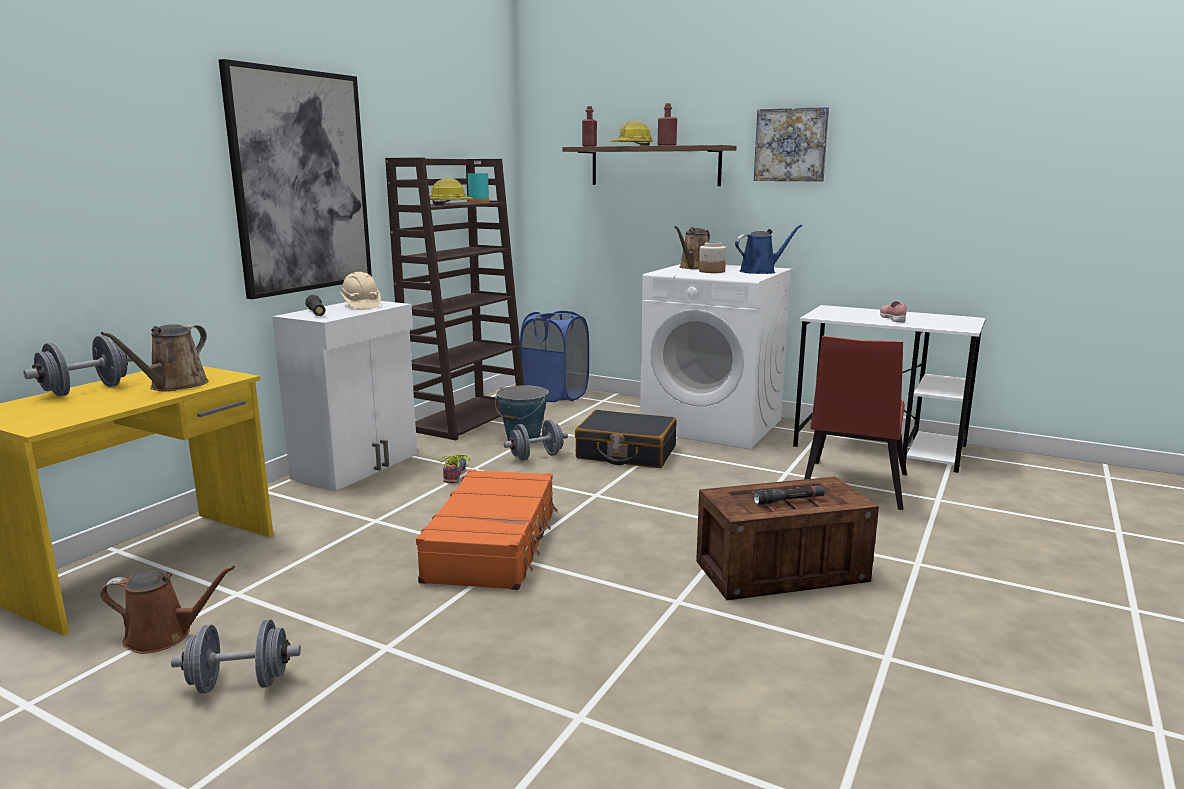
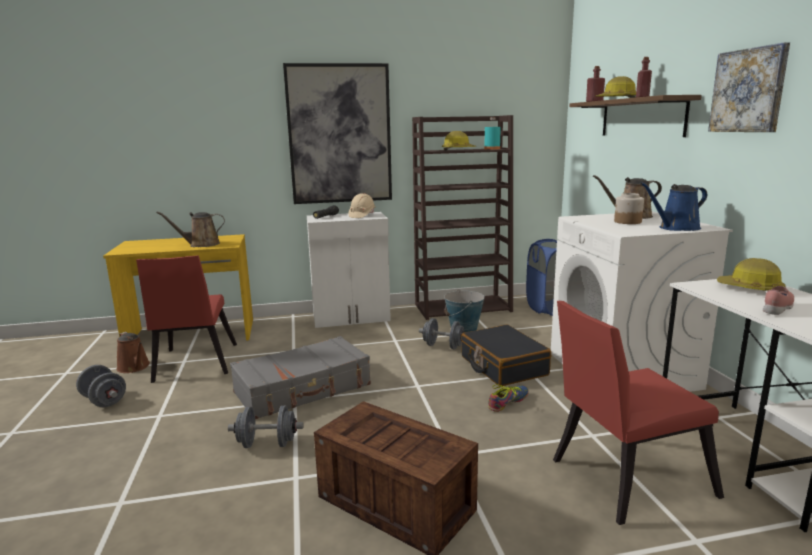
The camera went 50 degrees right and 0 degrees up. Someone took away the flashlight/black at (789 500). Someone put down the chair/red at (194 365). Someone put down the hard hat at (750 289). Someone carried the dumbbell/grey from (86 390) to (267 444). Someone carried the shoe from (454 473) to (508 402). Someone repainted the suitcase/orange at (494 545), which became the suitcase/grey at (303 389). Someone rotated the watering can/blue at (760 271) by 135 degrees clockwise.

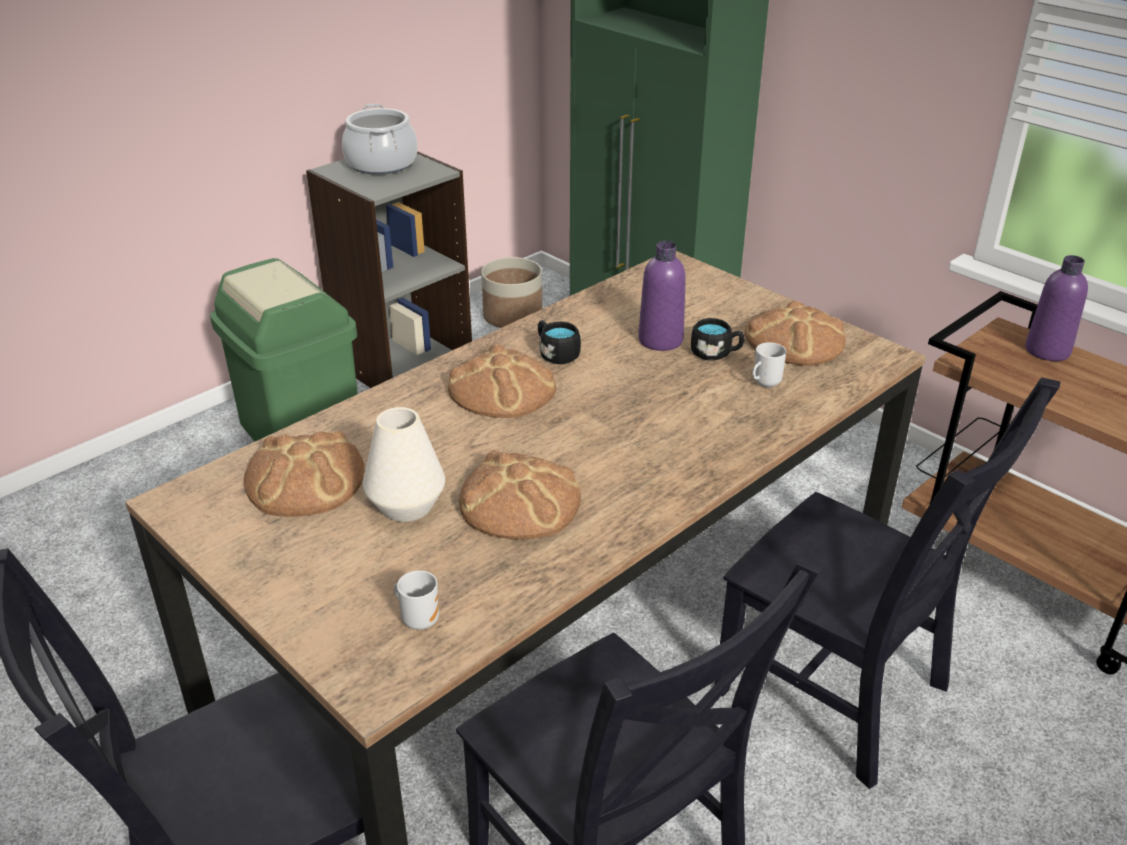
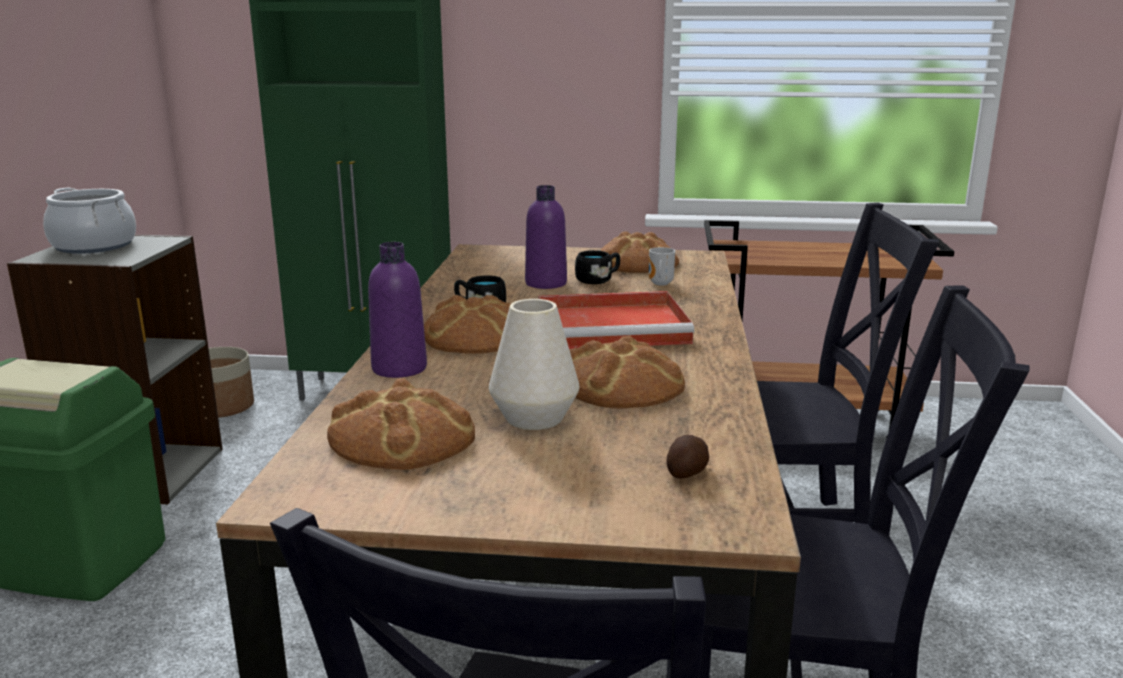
The camera went 40 degrees left and 15 degrees down. Someone put down the tray/red at (615 327). Someone carried the bottle/purple from (1047 351) to (399 368). Someone swapped the mug at (419 619) for the potato at (688 472).

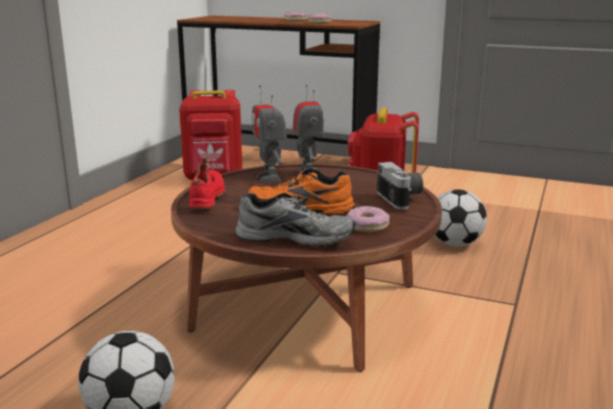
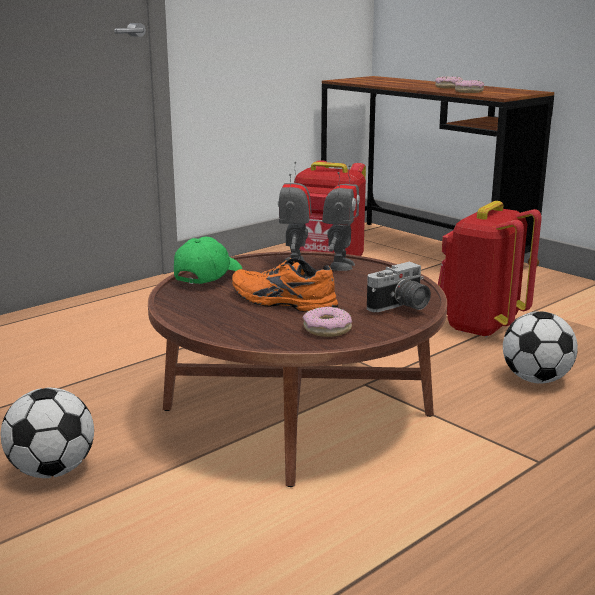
The camera went 25 degrees right and 0 degrees up. Someone took away the shoe/grey at (295 236). Someone swapped the shoe/red at (208 197) for the cap/green at (207 275). Someone rotated the photo camera at (402 199) by 45 degrees clockwise.

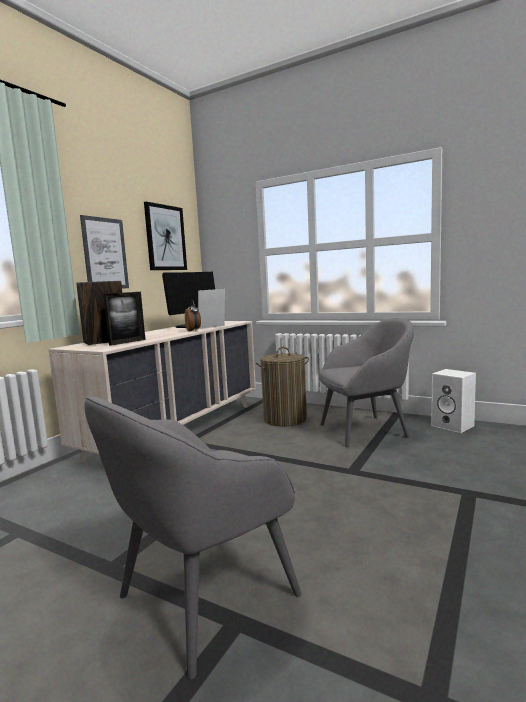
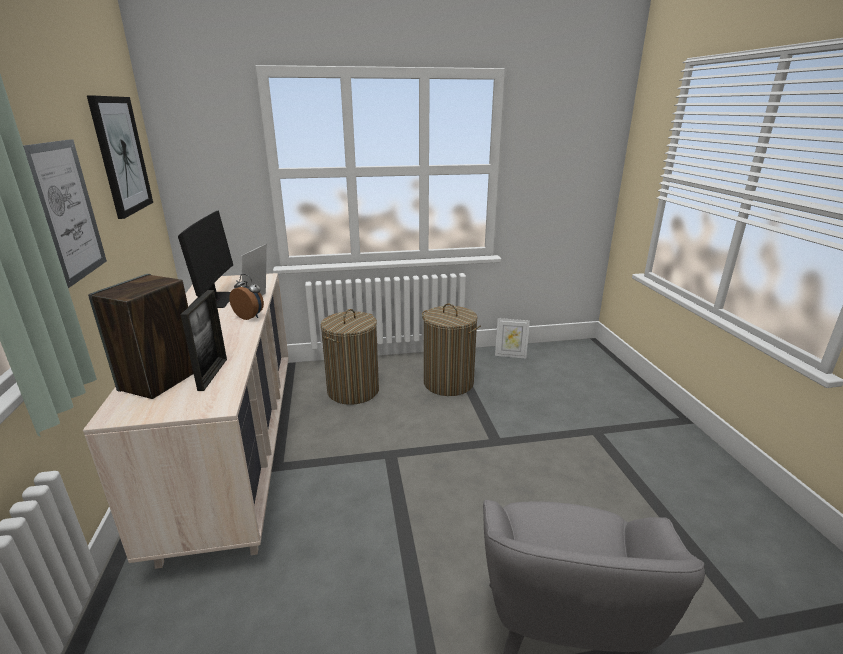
The camera went 40 degrees left and 15 degrees up. Someone swapped the armchair/grey at (365 430) for the laundry basket at (448 383). Someone swapped the speaker/white at (453 426) for the picture frame at (510 355).

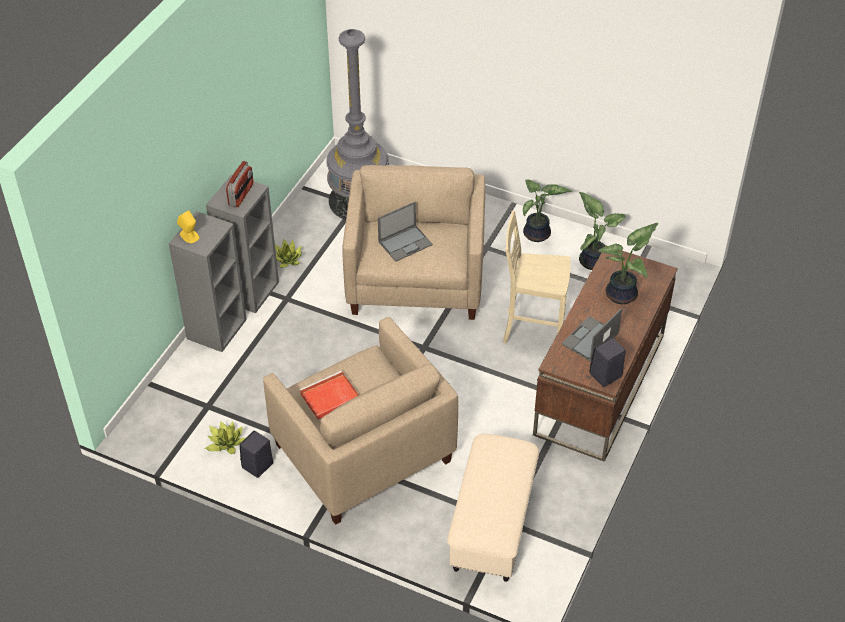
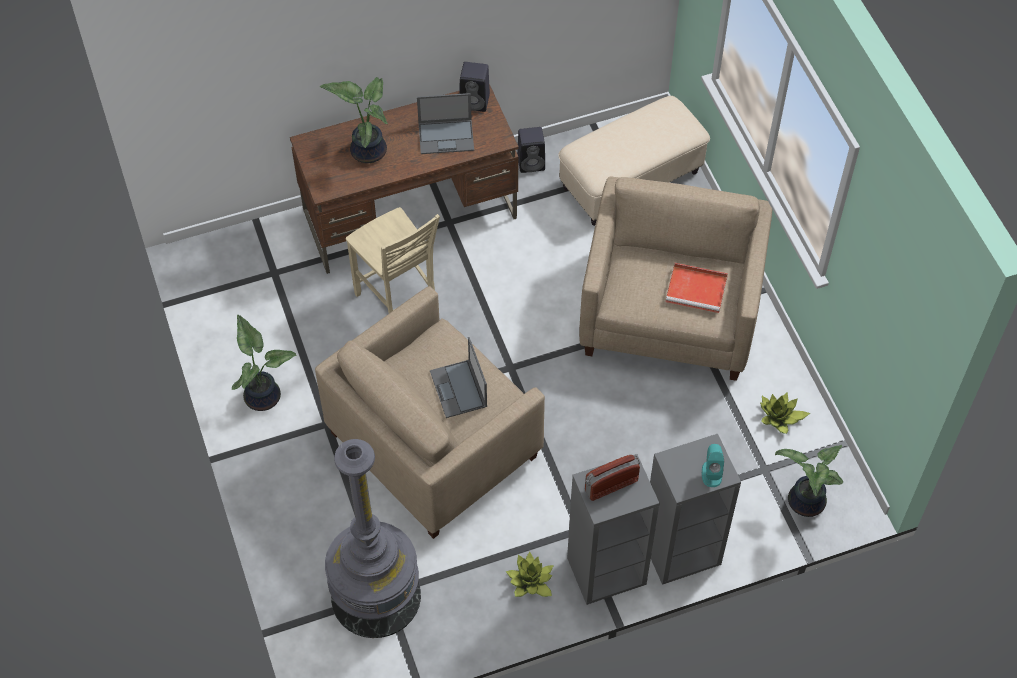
The camera went 135 degrees left and 10 degrees up. Someone carried the speaker/black from (257 466) to (532 162). Someone carried the potted plant from (593 260) to (804 503). Someone repainted the speaker/yellow at (189 236), which became the speaker/turquoise at (711 473). Someone rotated the laptop at (405 243) by 120 degrees counterclockwise.

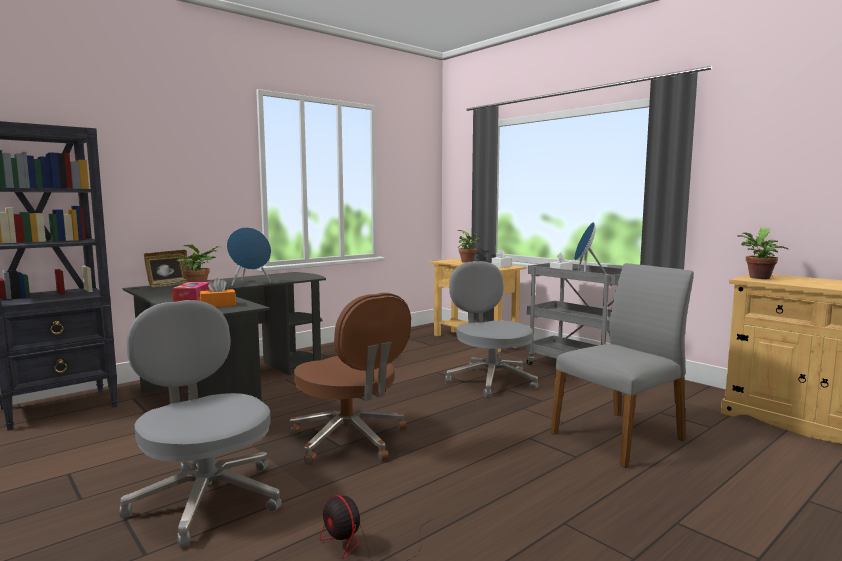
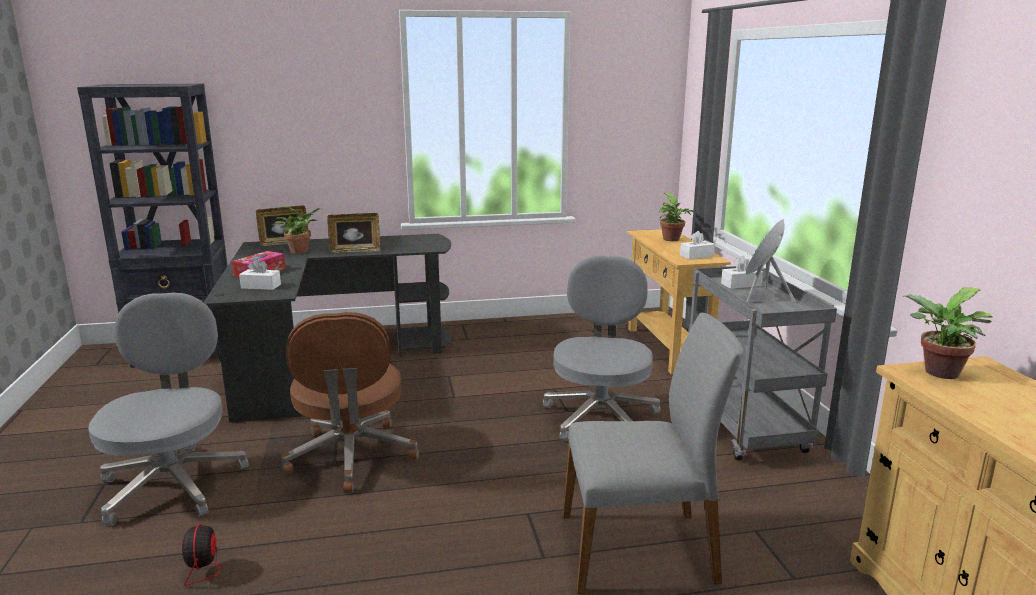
The camera went 30 degrees right and 10 degrees up. Someone swapped the speaker/blue at (250 283) for the picture frame at (355 251). Someone repainted the tissue box/orange at (218 305), which became the tissue box/white at (261 286).

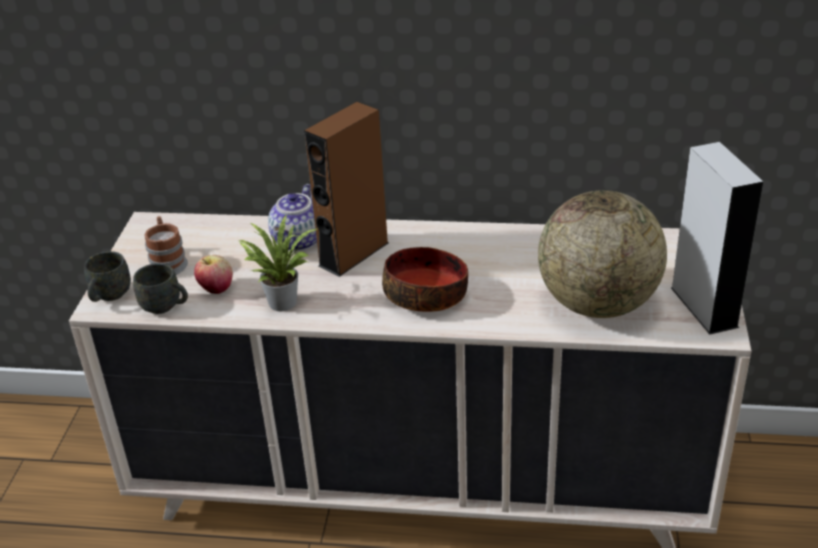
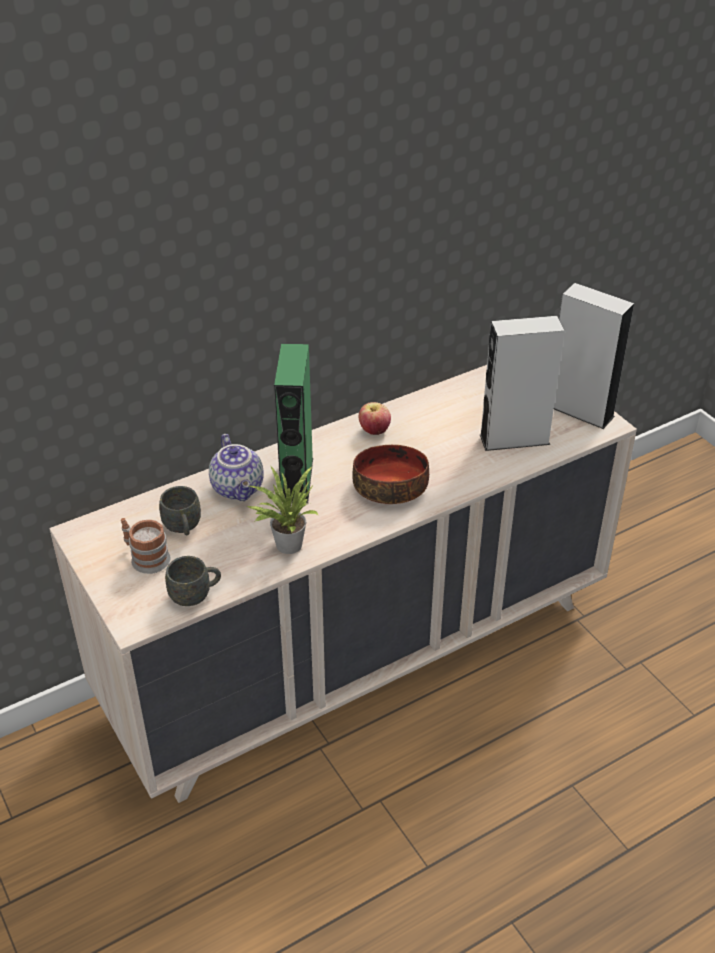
The camera went 40 degrees left and 5 degrees up. Someone carried the mug/grey from (108 297) to (183 528). Someone carried the apple from (216 289) to (374 431). Someone swapped the globe at (598 304) for the speaker/grey at (514 439). Someone repainted the speaker/brown at (353 254), which became the speaker/green at (297 479).

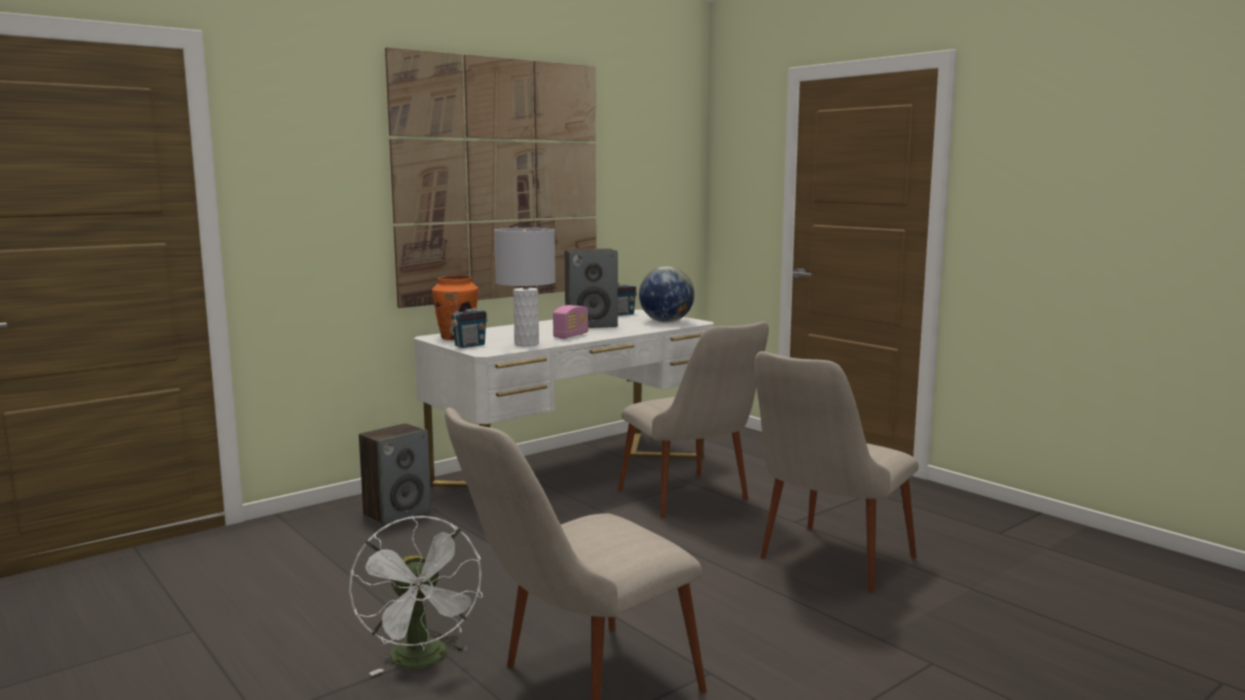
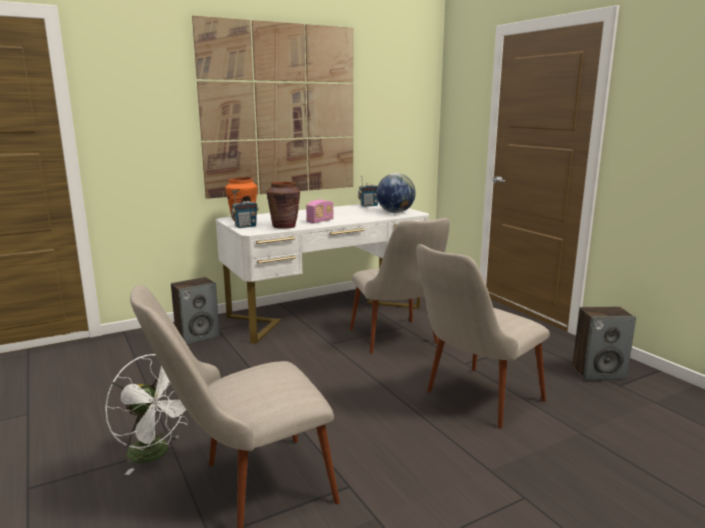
The camera went 10 degrees right and 5 degrees up. Someone carried the speaker from (591 325) to (598 373). Someone swapped the table lamp/grey at (526 344) for the vase/brown at (284 226). Someone rotated the fan/white at (423 661) by 45 degrees counterclockwise.

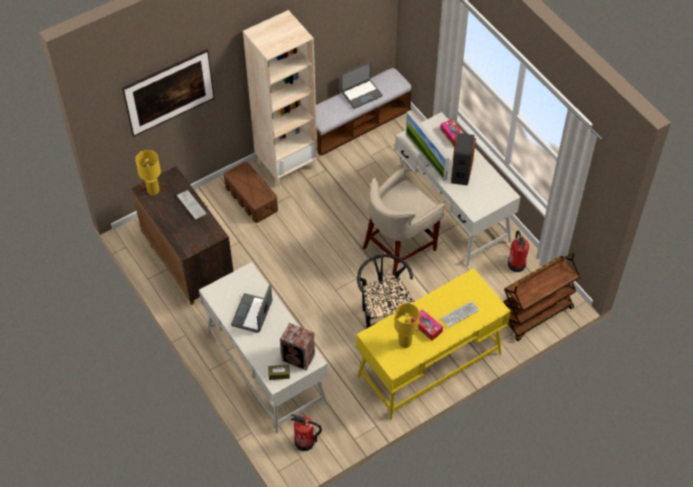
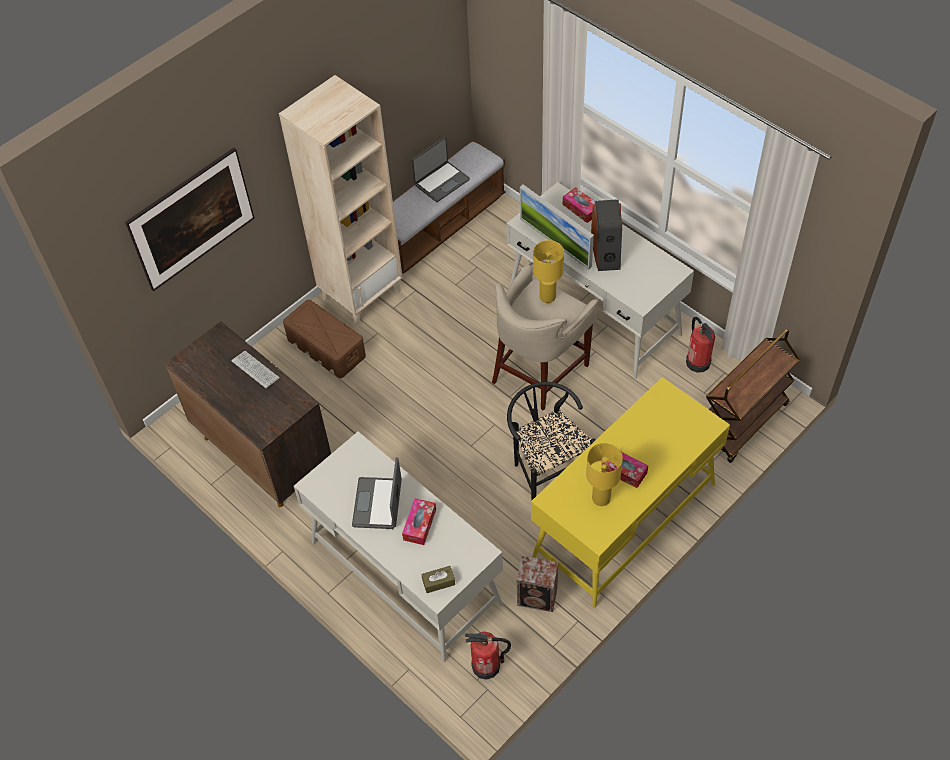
The camera went 10 degrees left and 0 degrees up. Someone took away the keyboard at (459 314). Someone put down the tissue box at (419 525). Someone carried the table lamp/yellow from (153 190) to (547 296). Someone carried the speaker from (299 358) to (538 597).

